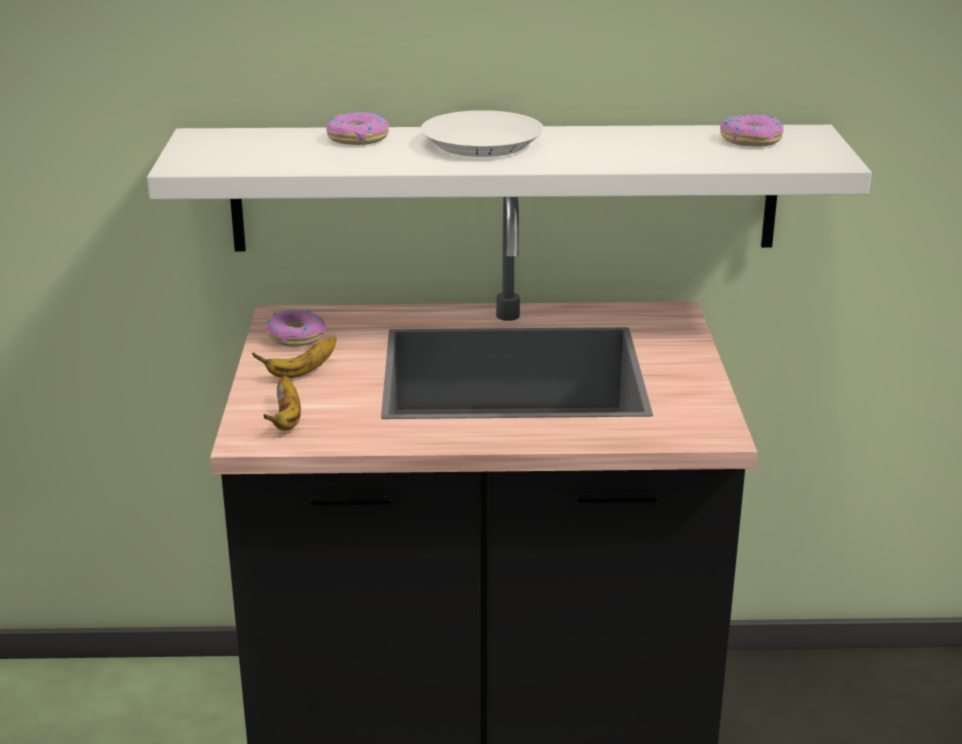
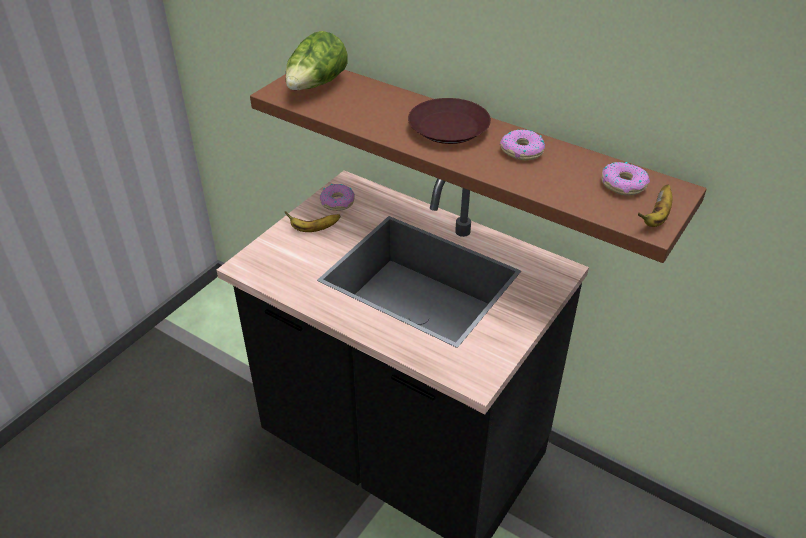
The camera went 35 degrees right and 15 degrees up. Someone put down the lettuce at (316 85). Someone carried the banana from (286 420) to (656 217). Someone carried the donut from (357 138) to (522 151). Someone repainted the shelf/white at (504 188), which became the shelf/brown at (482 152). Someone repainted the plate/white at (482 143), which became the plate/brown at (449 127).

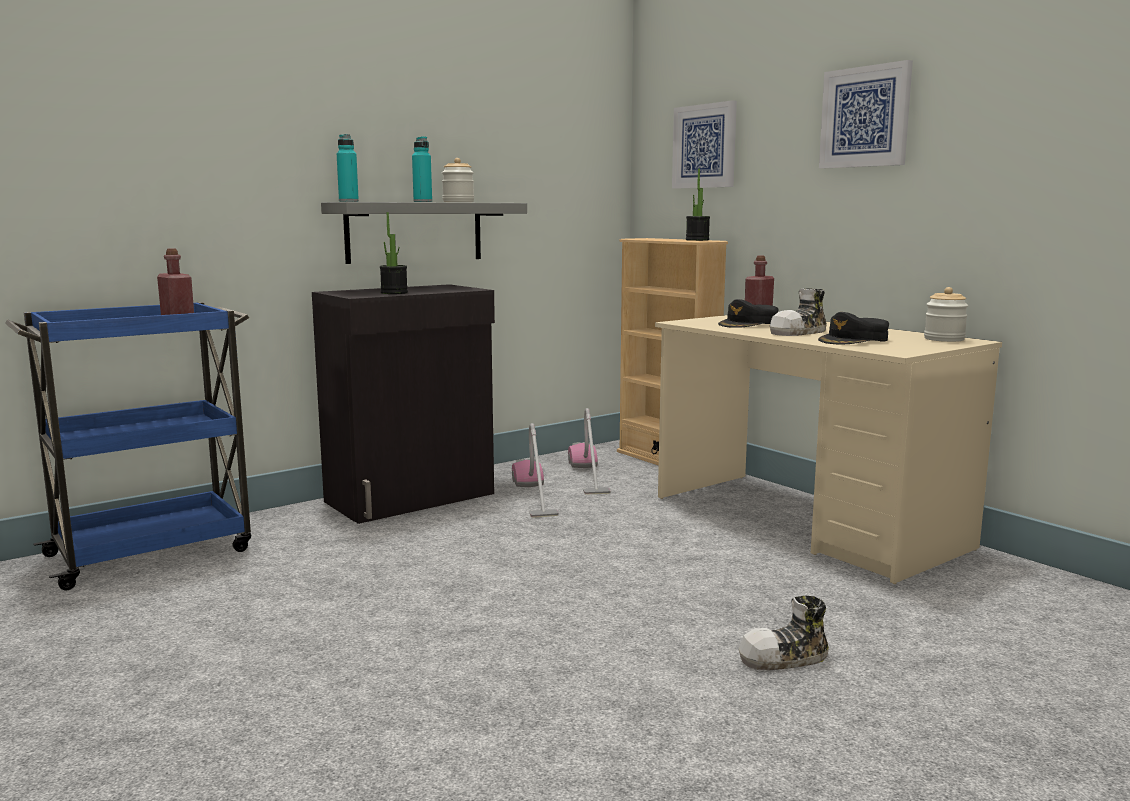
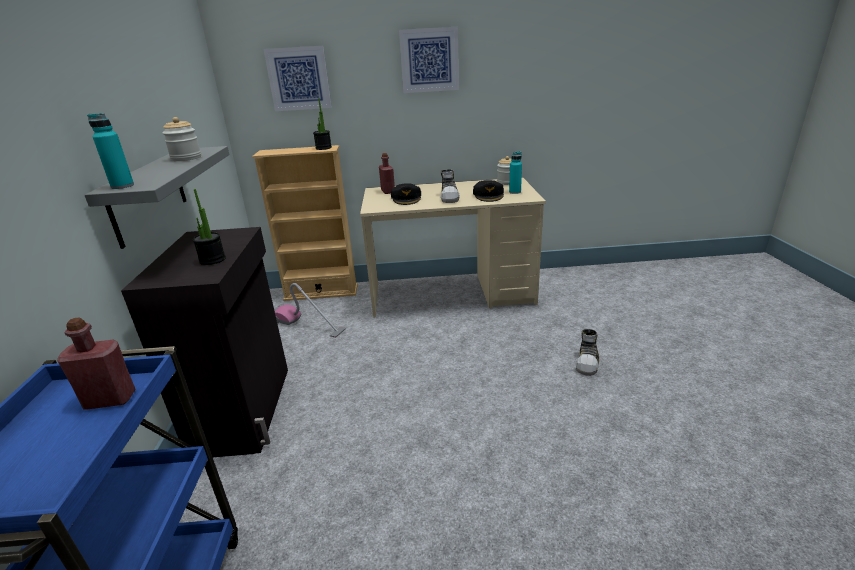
The camera went 55 degrees left and 15 degrees up. Someone took away the vacuum cleaner at (534 496). Someone carried the bottle/turquoise from (422 202) to (515 192).

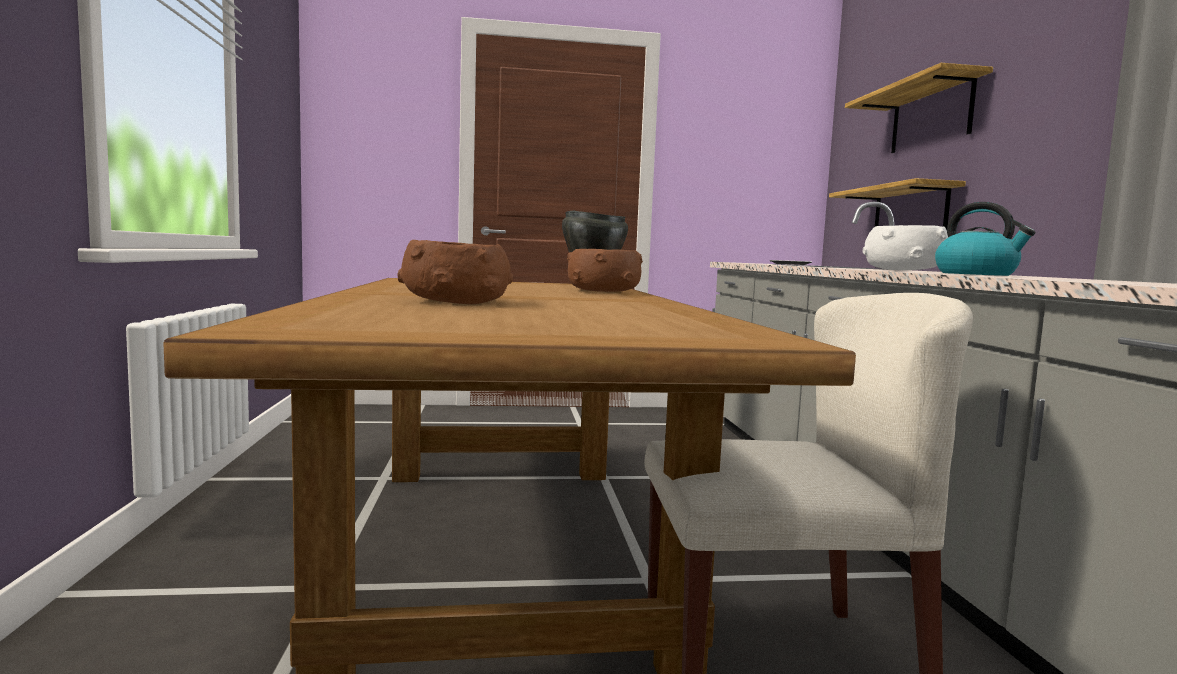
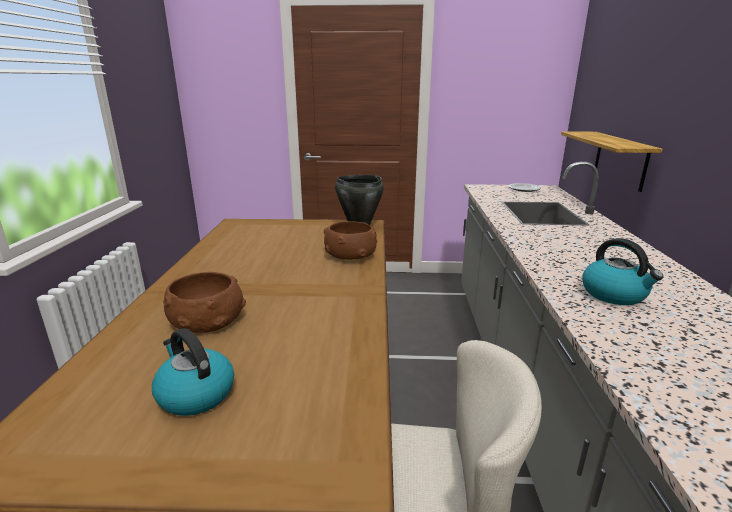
The camera went 10 degrees right and 15 degrees up. Someone took away the shelf at (931 116). Someone took away the bowl/white at (904 270). Someone put down the kettle at (195 394).

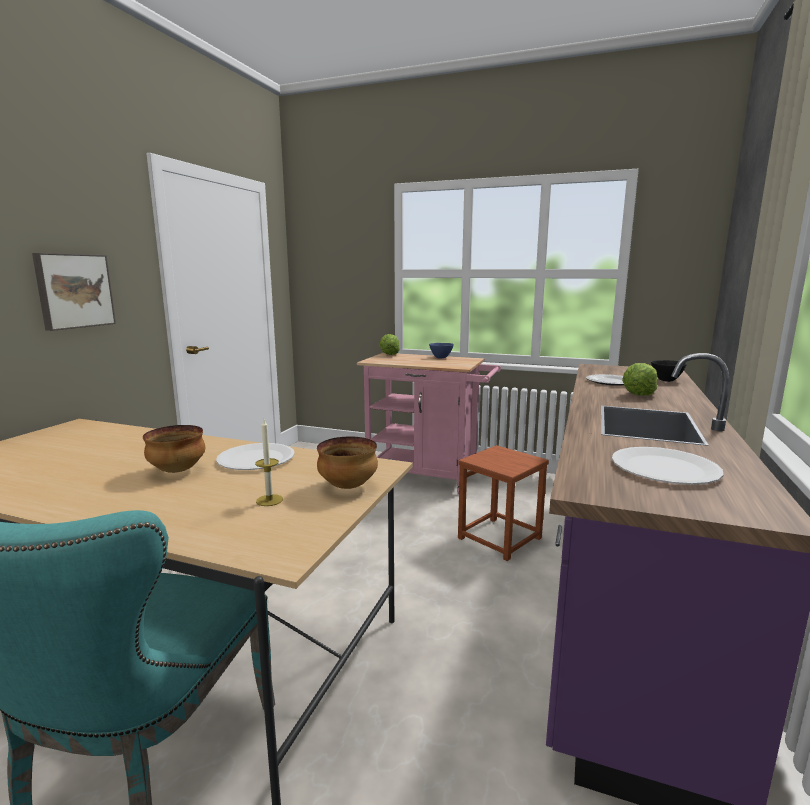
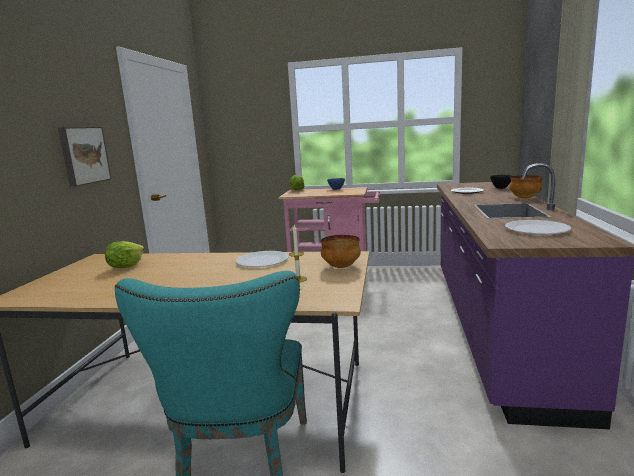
The camera went 10 degrees left and 0 degrees up. Someone took away the stool/brown at (500 538). Someone carried the bowl from (178 470) to (524 198). Someone carried the lettuce from (638 394) to (126 266).

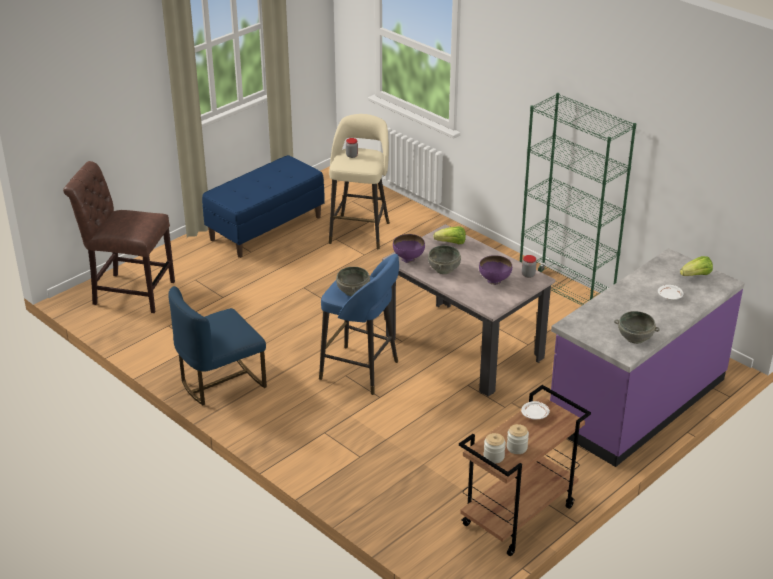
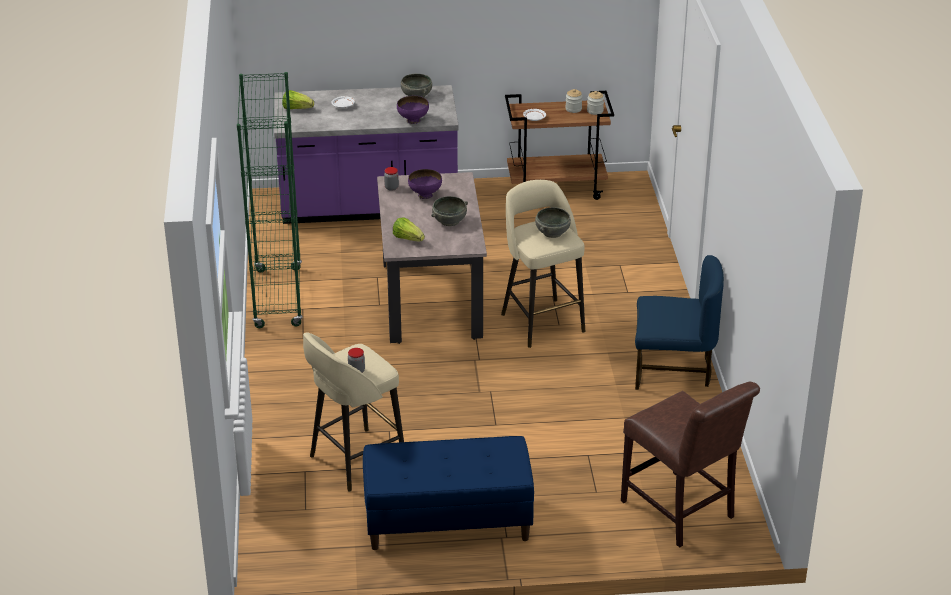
The camera went 140 degrees left and 0 degrees up. Someone carried the bowl/purple from (408 259) to (413 120). Someone repainted the stool/blue at (361 371), which became the stool/beige at (541 321).

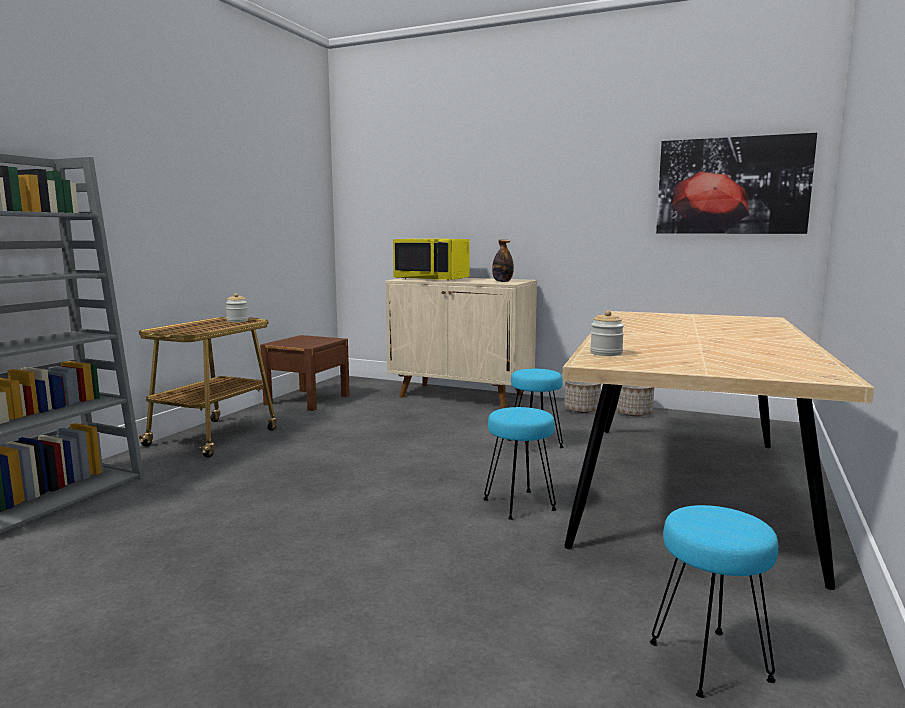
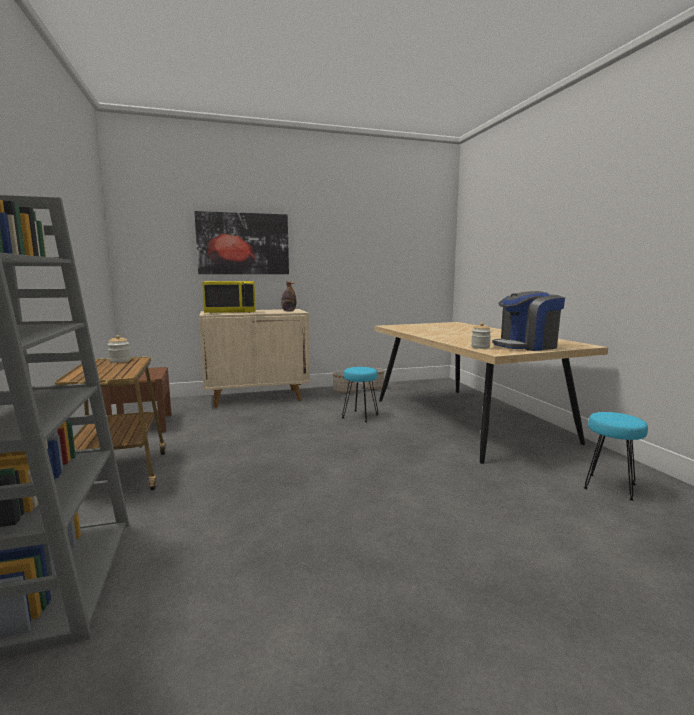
The camera went 40 degrees left and 0 degrees up. Someone took away the stool/turquoise at (519 504). Someone put down the coffee machine at (526 346). Someone carried the picture from (732 186) to (243 244).

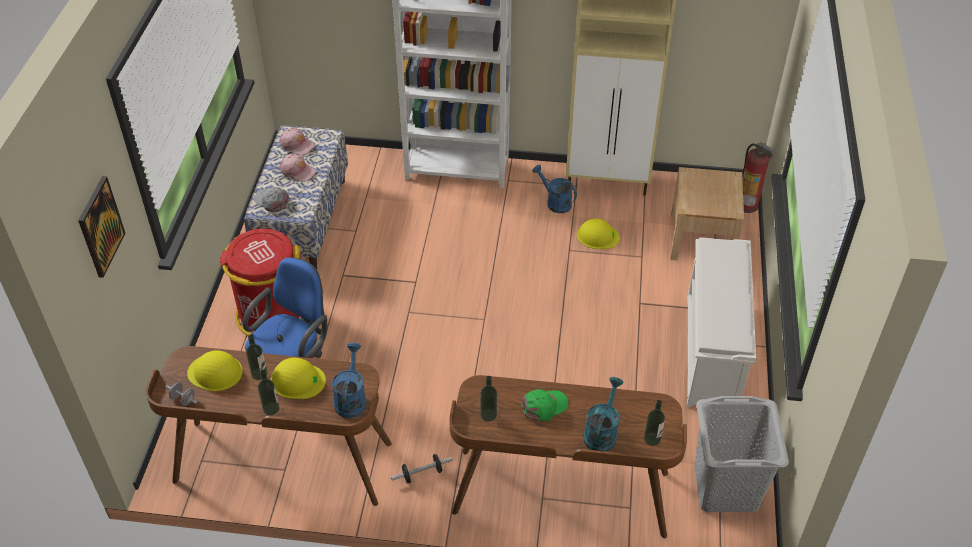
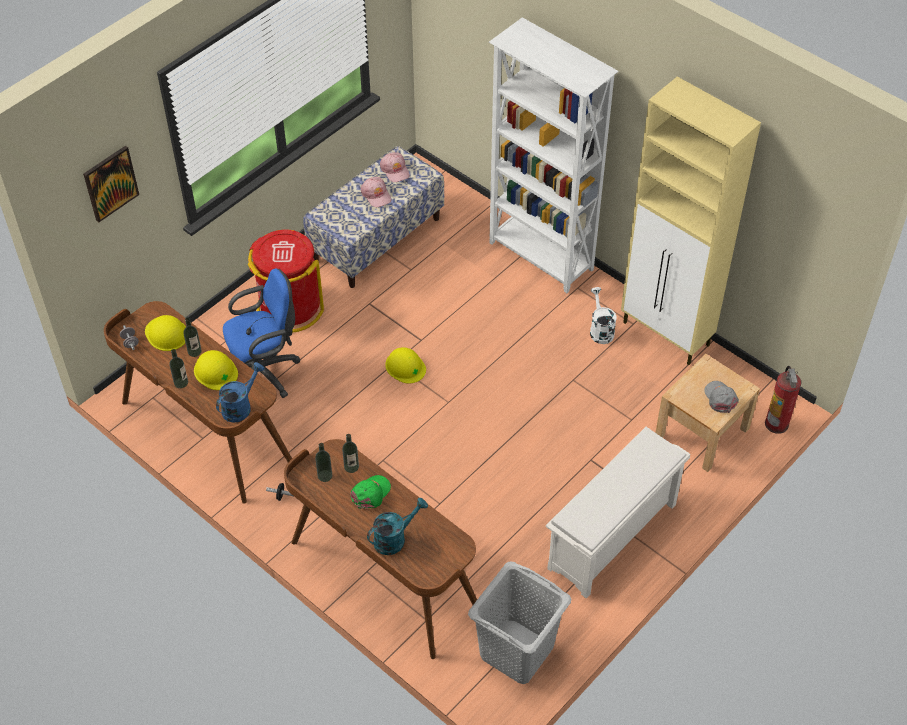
The camera went 35 degrees right and 5 degrees up. Someone carried the cap/grey from (272 201) to (720 398). Someone carried the hard hat/yellow from (597 236) to (405 366). Someone carried the bottle from (652 439) to (351 467). Someone repainted the watering can/blue at (555 202), which became the watering can/white at (600 329). Someone rotated the cap/green at (544 406) by 60 degrees counterclockwise.

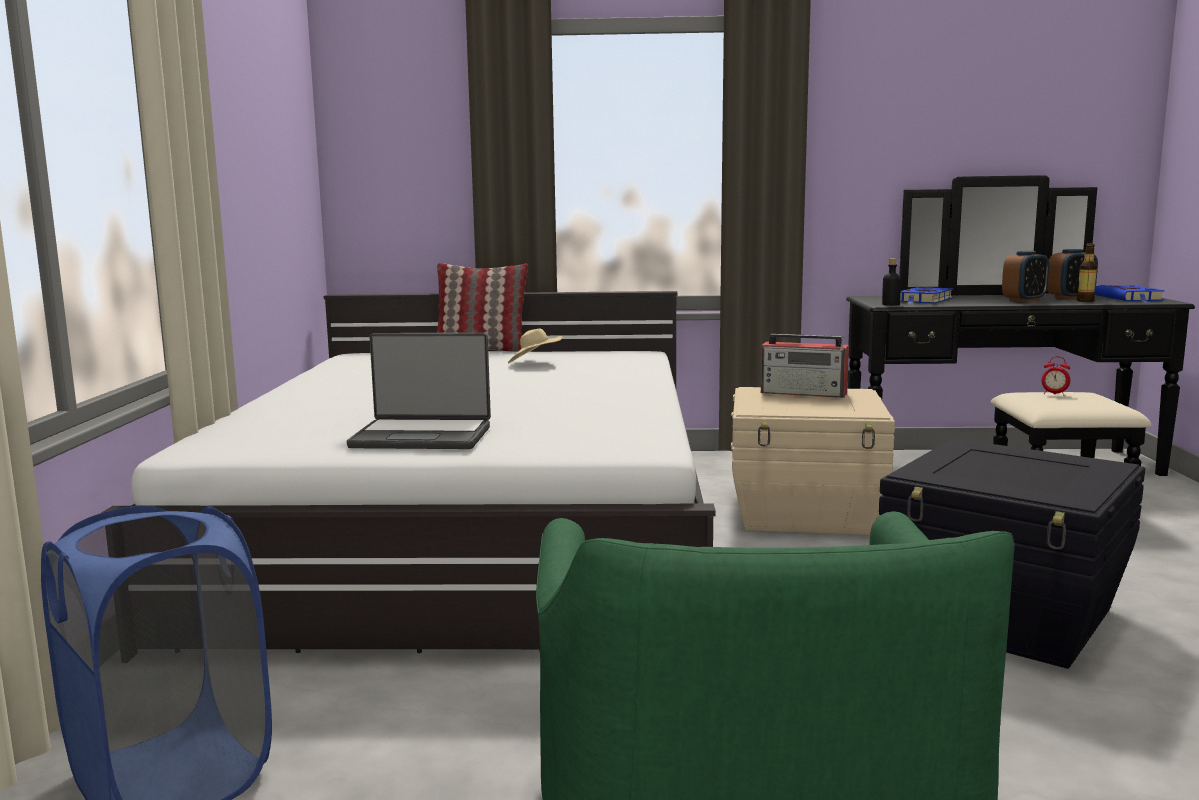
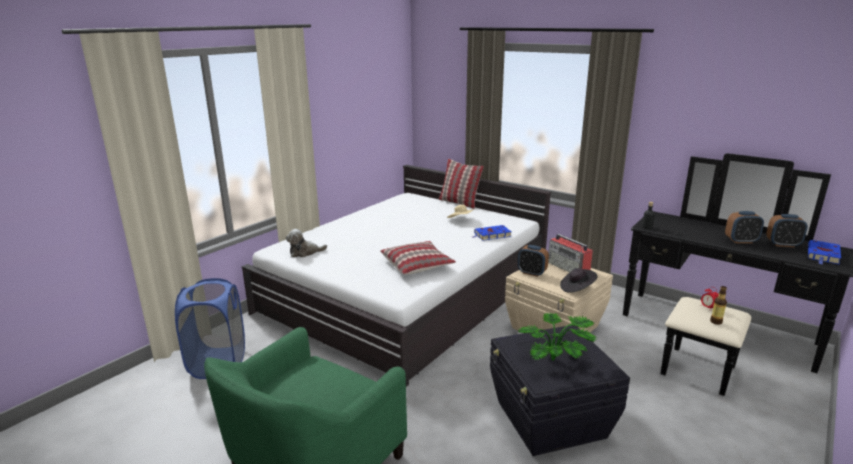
The camera went 35 degrees right and 10 degrees up. Someone took away the laptop at (422 436). Someone put down the plush toy at (305 252). Someone put down the pillow at (417 265). Someone put down the alarm clock at (532 273). Someone put down the potted plant at (556 362). Someone put down the hat/black at (577 288). Someone carried the book/blue from (924 300) to (491 235). Someone carried the bottle from (1085 301) to (716 322).

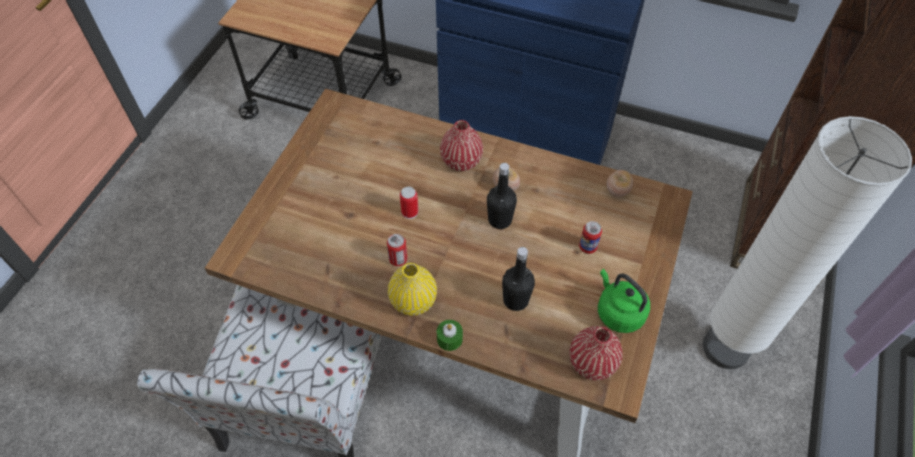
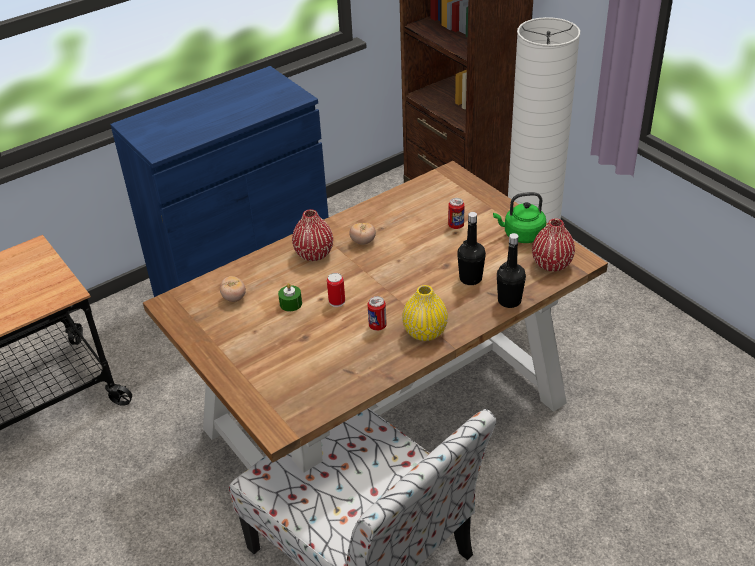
The camera went 55 degrees left and 15 degrees down. Someone carried the candle/green from (449 339) to (291 304). Someone carried the bottle/black from (500 220) to (509 301). Someone carried the tomato from (617 191) to (234 298).

